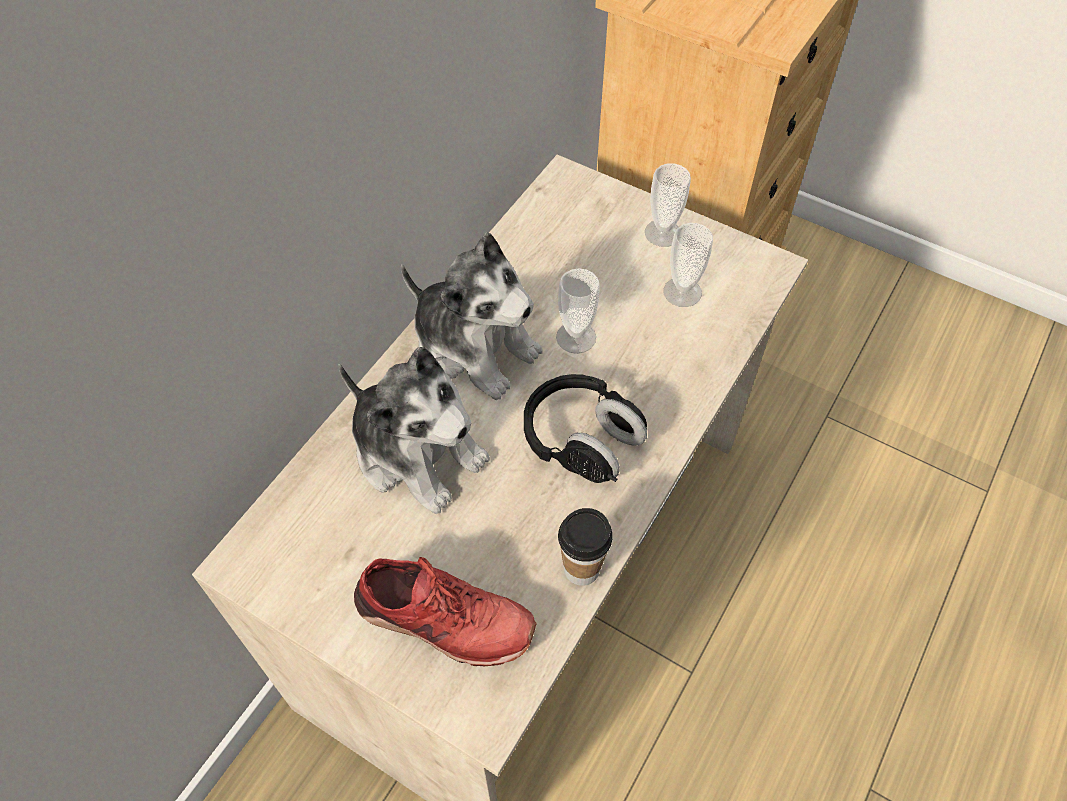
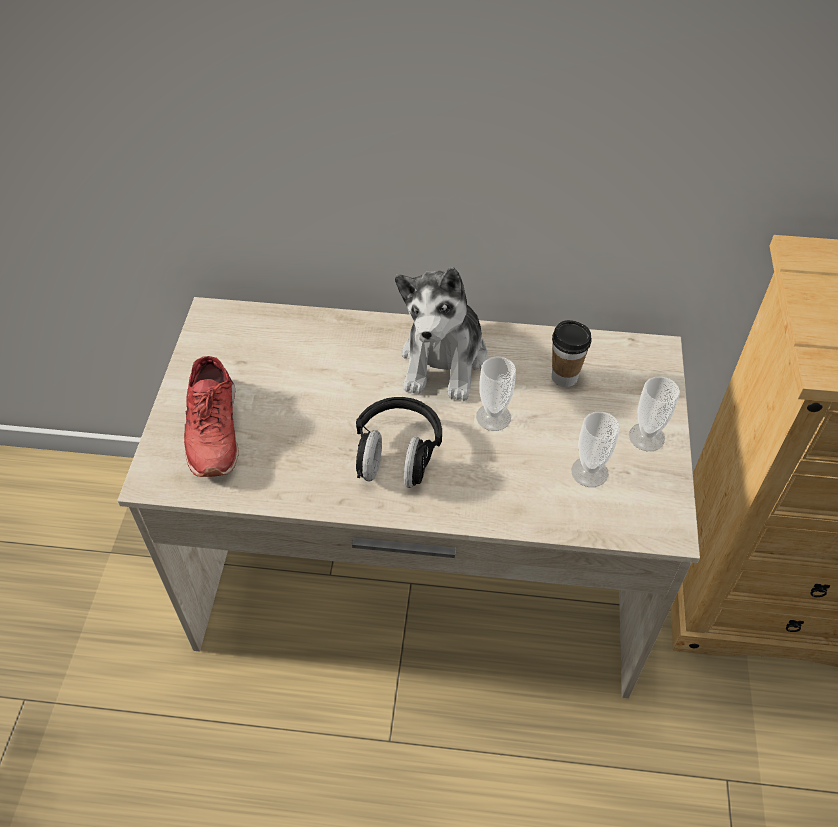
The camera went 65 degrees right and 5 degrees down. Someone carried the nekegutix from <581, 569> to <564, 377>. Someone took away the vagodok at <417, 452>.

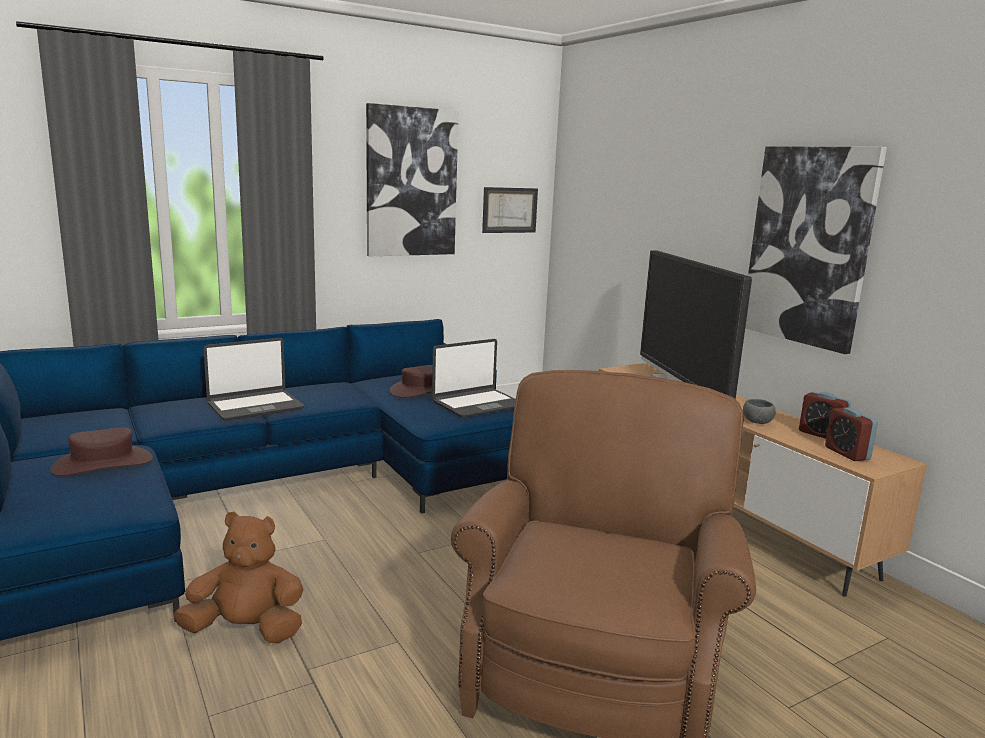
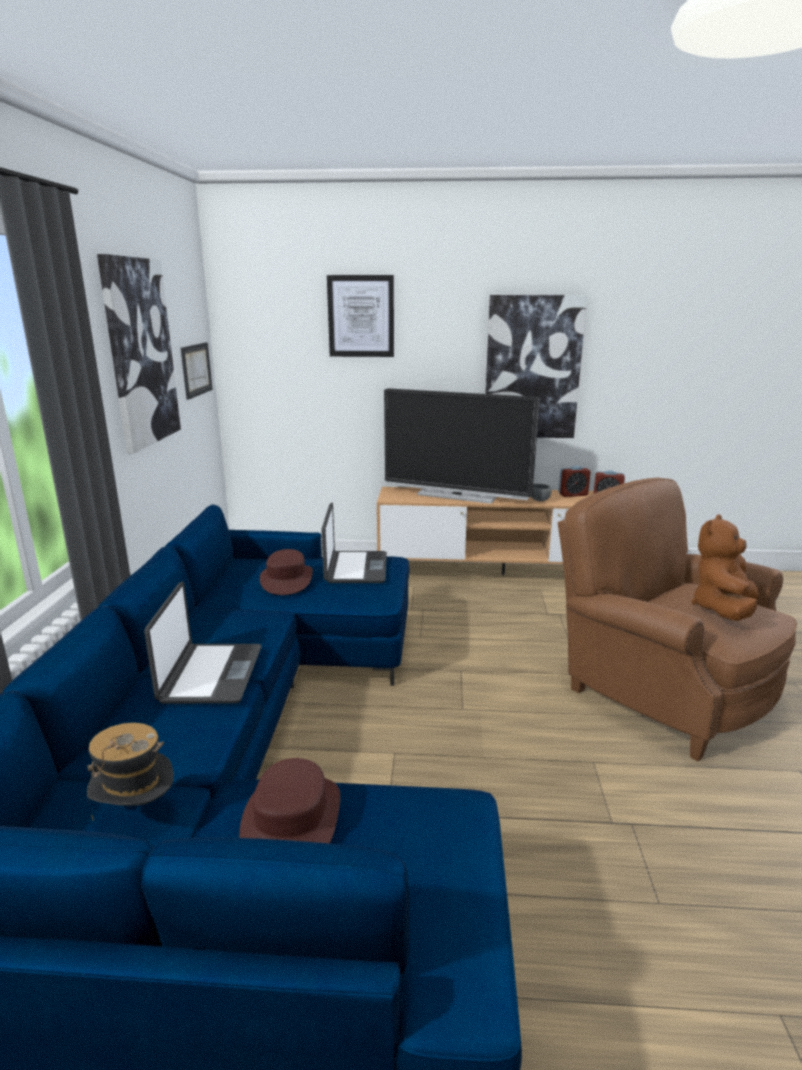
The camera went 55 degrees left and 5 degrees up. Someone put down the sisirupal at <136, 814>. Someone put up the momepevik at <361, 316>. Someone carried the brown_vagodok from <246, 630> to <723, 610>.

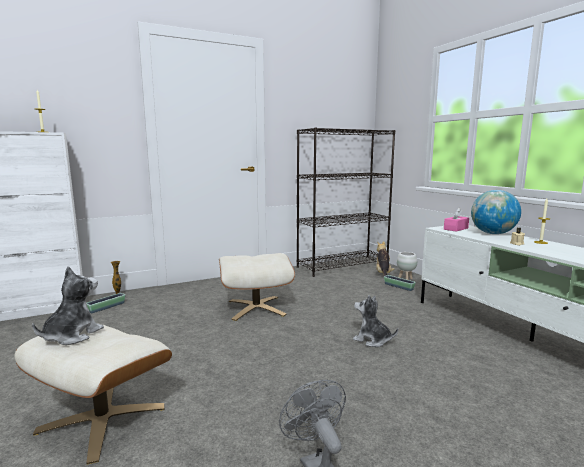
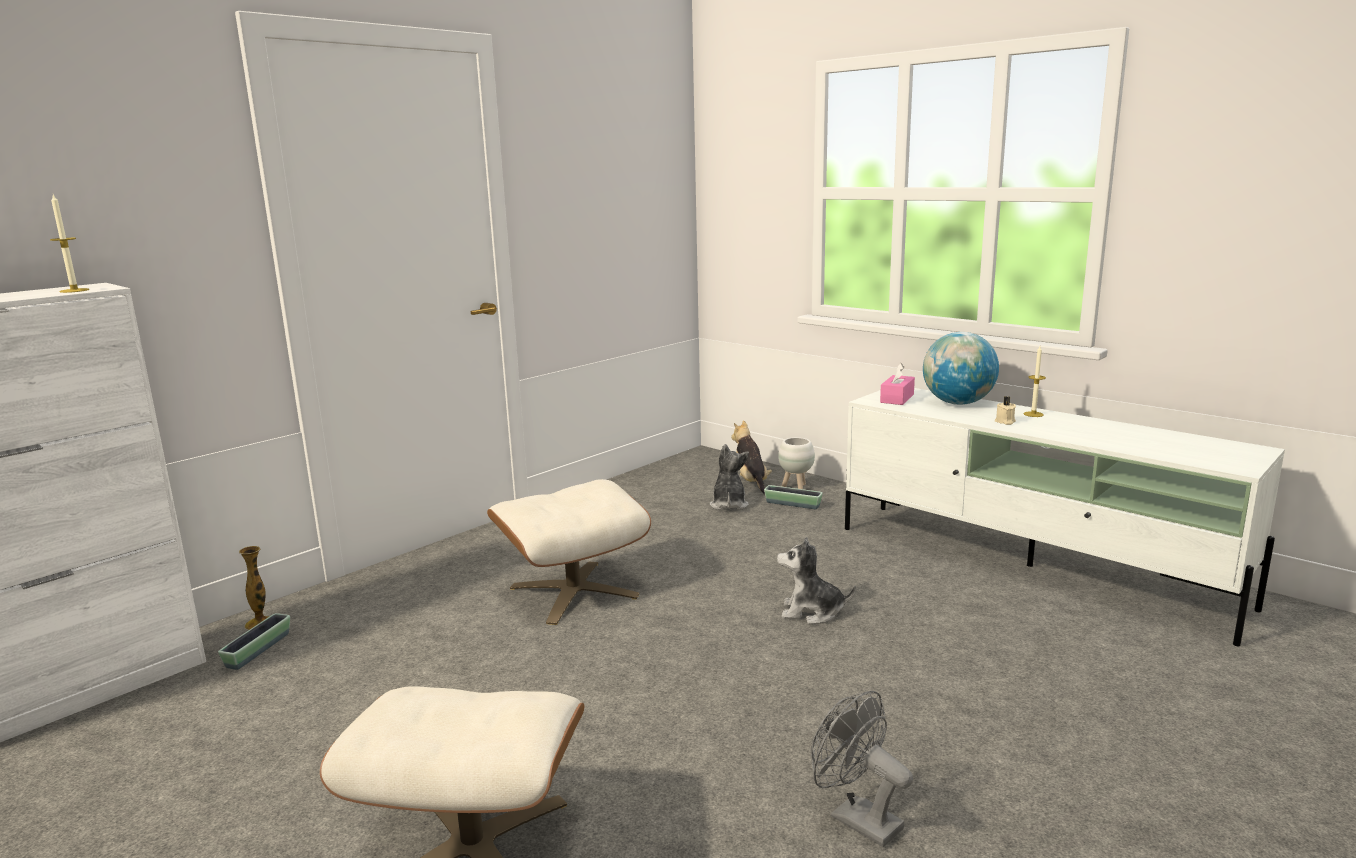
The camera went 20 degrees left and 5 degrees up. Someone carried the vagodok from <72, 335> to <728, 504>. Someone took away the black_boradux at <343, 265>.

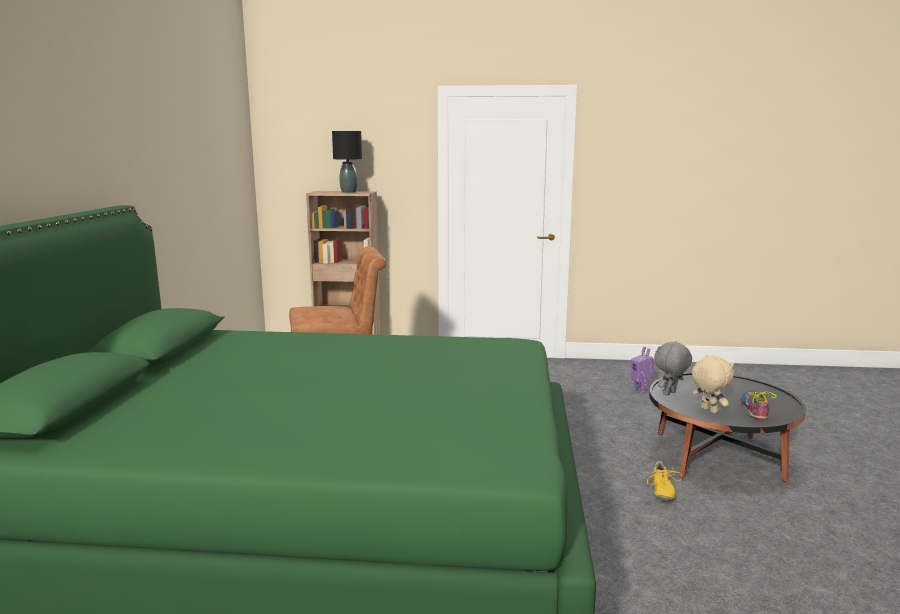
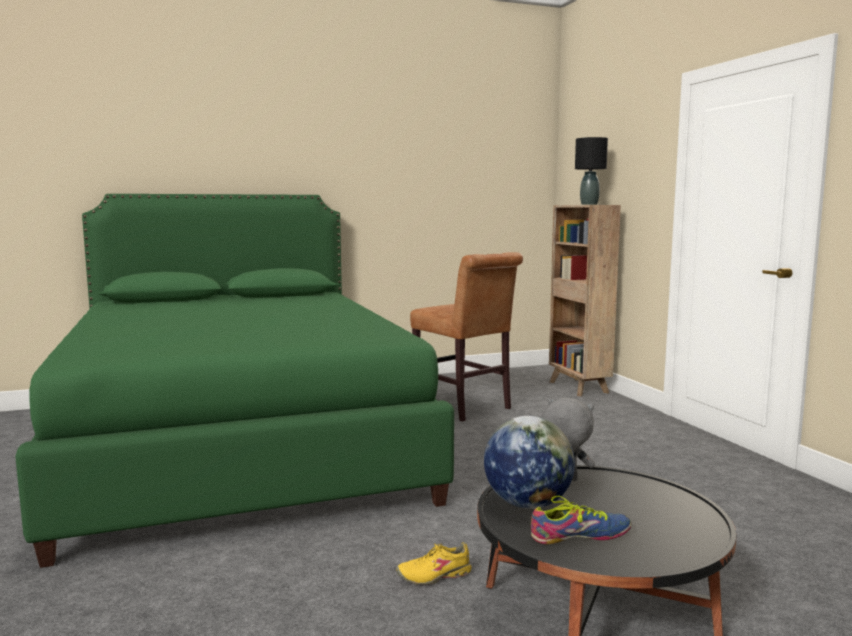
The camera went 65 degrees right and 5 degrees down. Someone swapped the beige_vagodok at <708, 410> for the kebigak at <527, 504>. Someone took away the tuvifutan at <640, 390>.

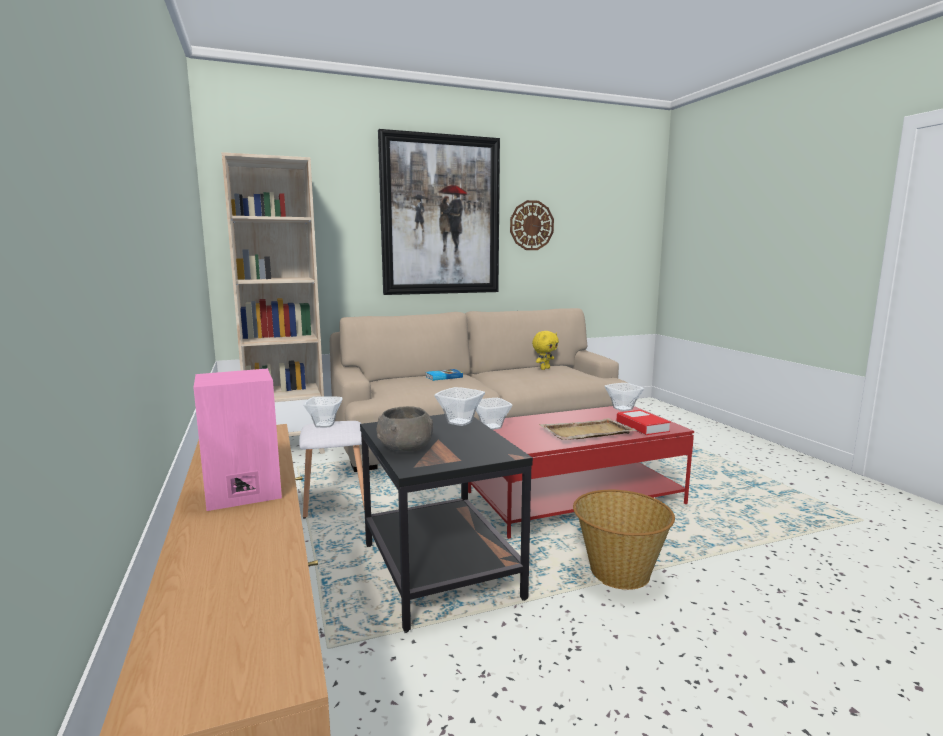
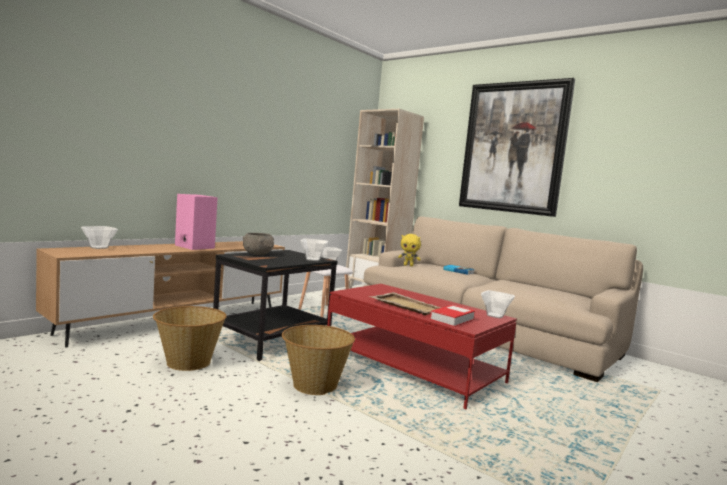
The camera went 60 degrees right and 5 degrees down. Someone carried the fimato from <492, 426> to <99, 247>. Someone put down the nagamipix at <188, 362>. Someone carried the yellow_vagodok from <544, 368> to <408, 265>. Someone took away the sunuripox at <531, 225>.

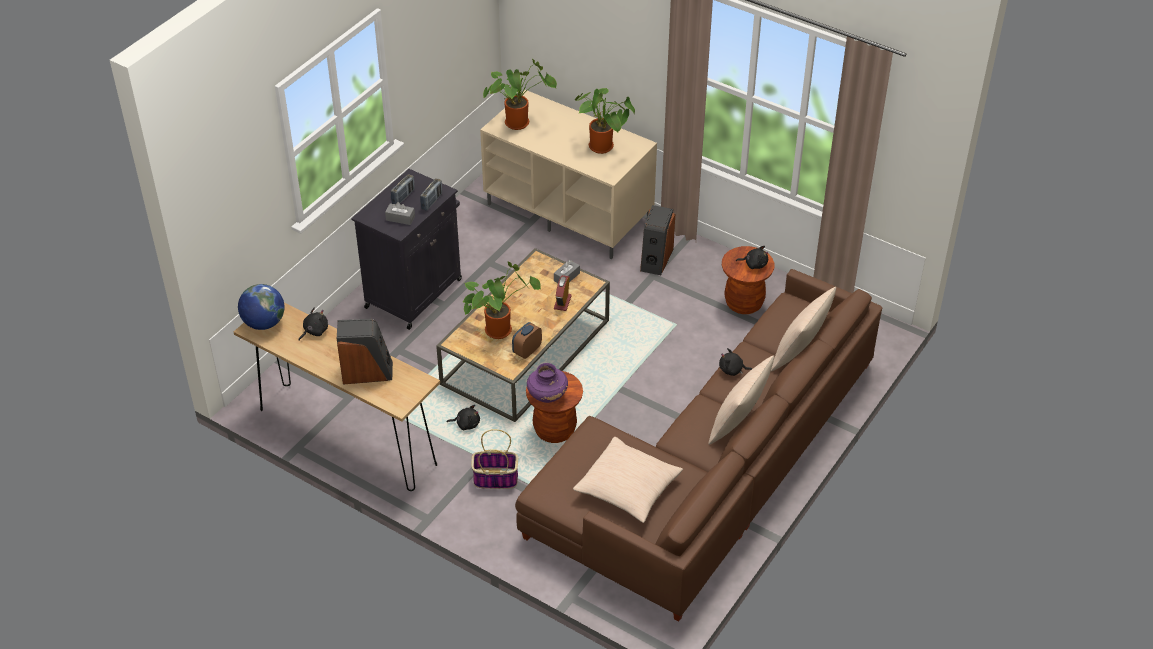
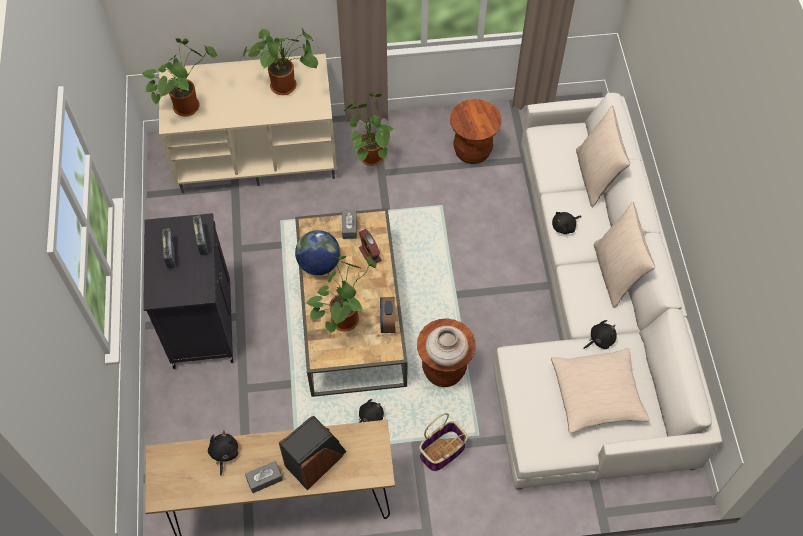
The camera went 40 degrees left and 15 degrees up. Someone carried the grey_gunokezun from <400, 218> to <264, 479>. Someone carried the kebigak from <264, 323> to <319, 264>. Someone swapped the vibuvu at <656, 259> for the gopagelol at <369, 155>. Someone repainted the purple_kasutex at <547, 395>, which became the beige_kasutex at <445, 353>. Someone repainted the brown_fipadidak at <710, 472>, which became the white_fipadidak at <590, 320>. Someone carried the black_vagodok from <754, 264> to <600, 340>.

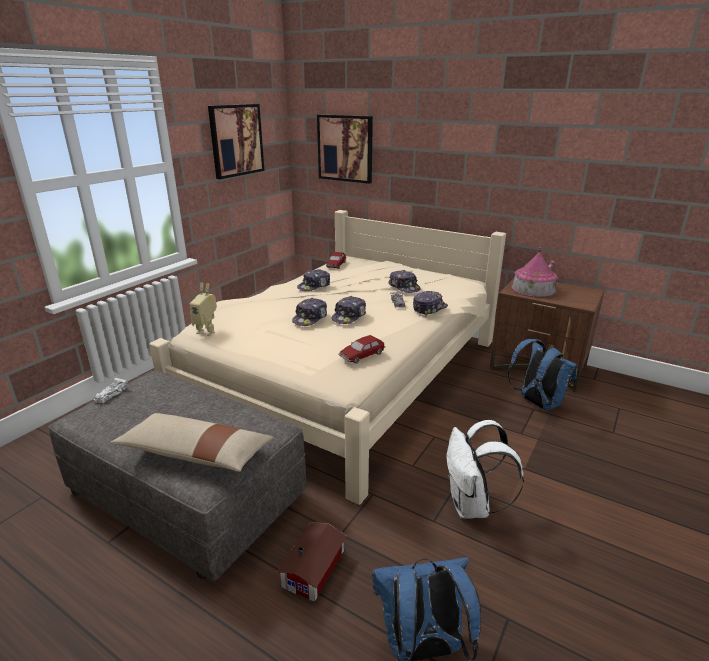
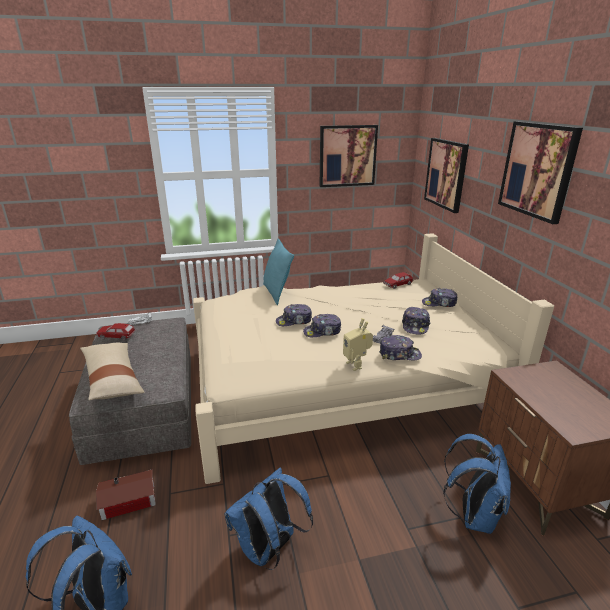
The camera went 45 degrees right and 0 degrees up. Someone carried the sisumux from <361, 355> to <116, 336>. Someone repainted the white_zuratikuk at <472, 506>, which became the blue_zuratikuk at <269, 549>. Someone put down the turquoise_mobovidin at <277, 293>. Someone carried the tuvifutan from <207, 331> to <356, 365>. Someone carried the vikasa from <314, 286> to <439, 303>. Someone put up the momepevik at <537, 170>. Someone took away the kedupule at <533, 289>.

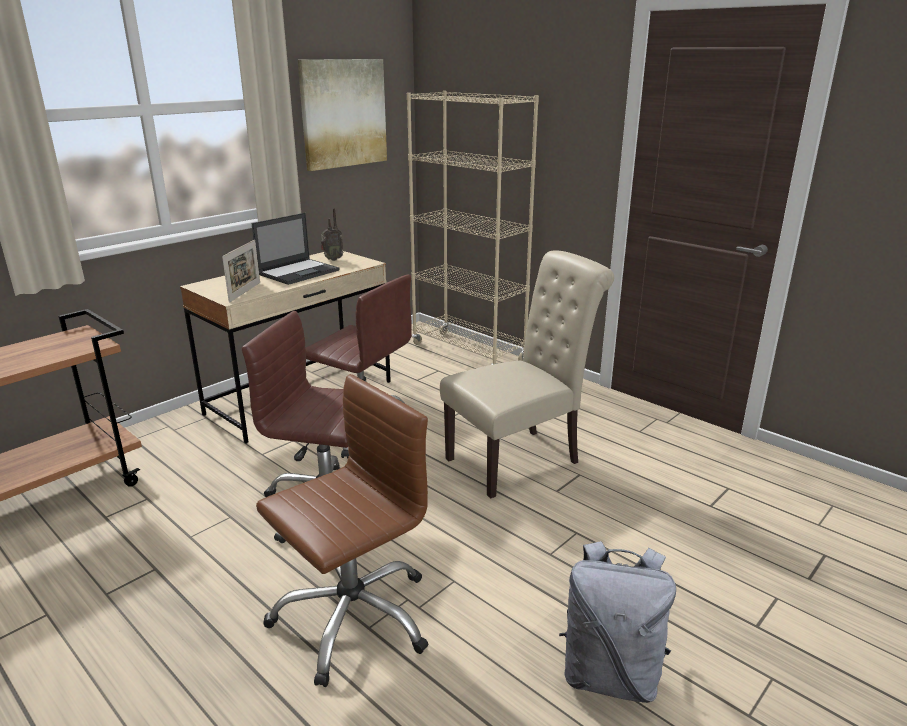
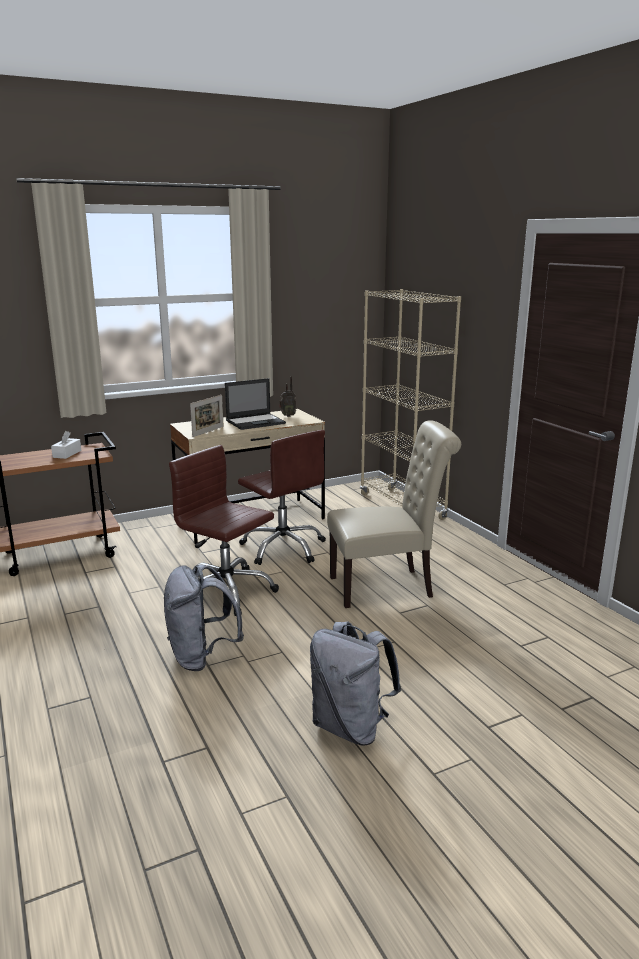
The camera went 20 degrees right and 5 degrees down. Someone put down the white_gunokezun at <67, 454>. Someone swapped the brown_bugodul at <352, 617> for the grey_zuratikuk at <201, 657>. Someone took away the momepevik at <343, 113>.

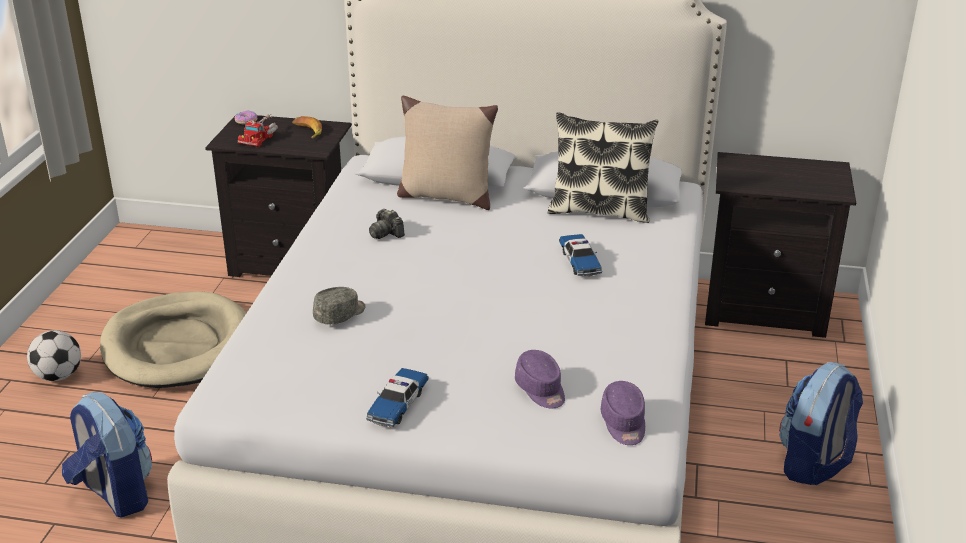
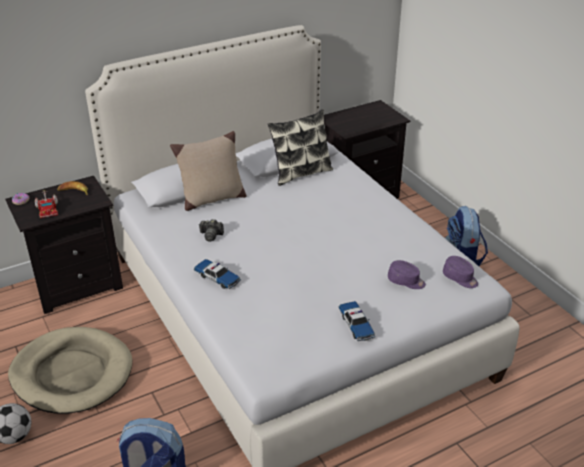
The camera went 40 degrees left and 5 degrees up. Someone carried the sisumux from <579, 261> to <217, 278>. Someone took away the grey_vikasa at <340, 314>.

